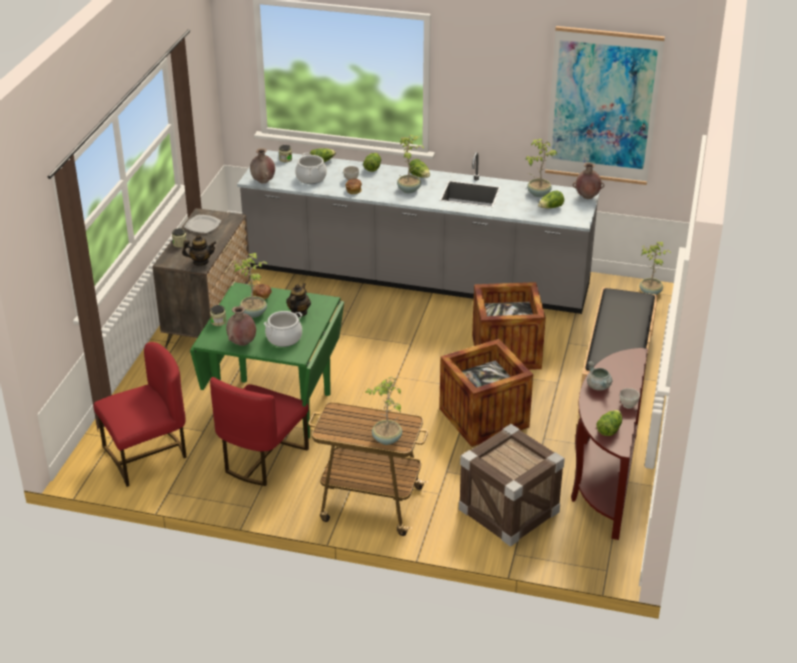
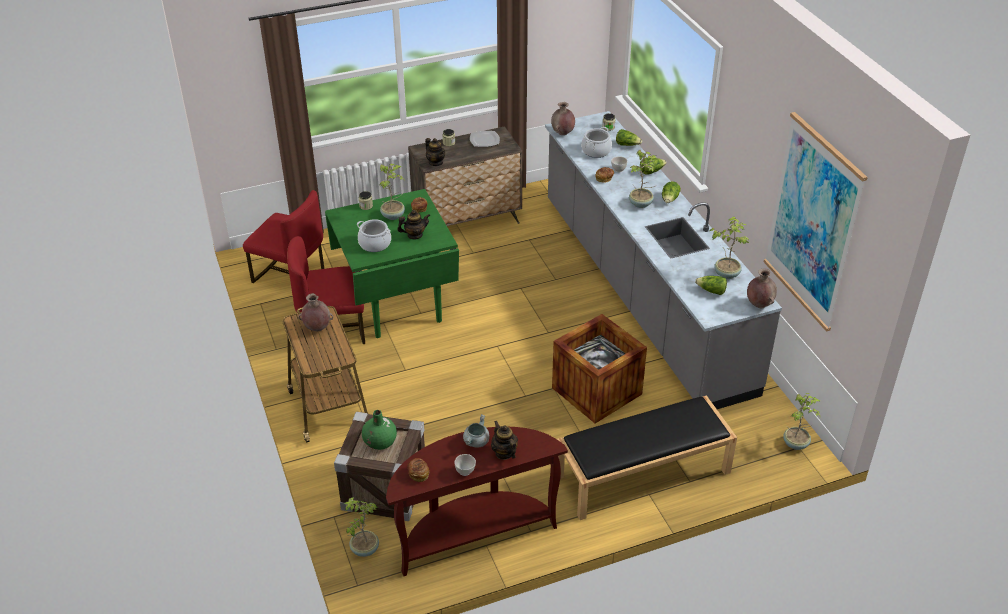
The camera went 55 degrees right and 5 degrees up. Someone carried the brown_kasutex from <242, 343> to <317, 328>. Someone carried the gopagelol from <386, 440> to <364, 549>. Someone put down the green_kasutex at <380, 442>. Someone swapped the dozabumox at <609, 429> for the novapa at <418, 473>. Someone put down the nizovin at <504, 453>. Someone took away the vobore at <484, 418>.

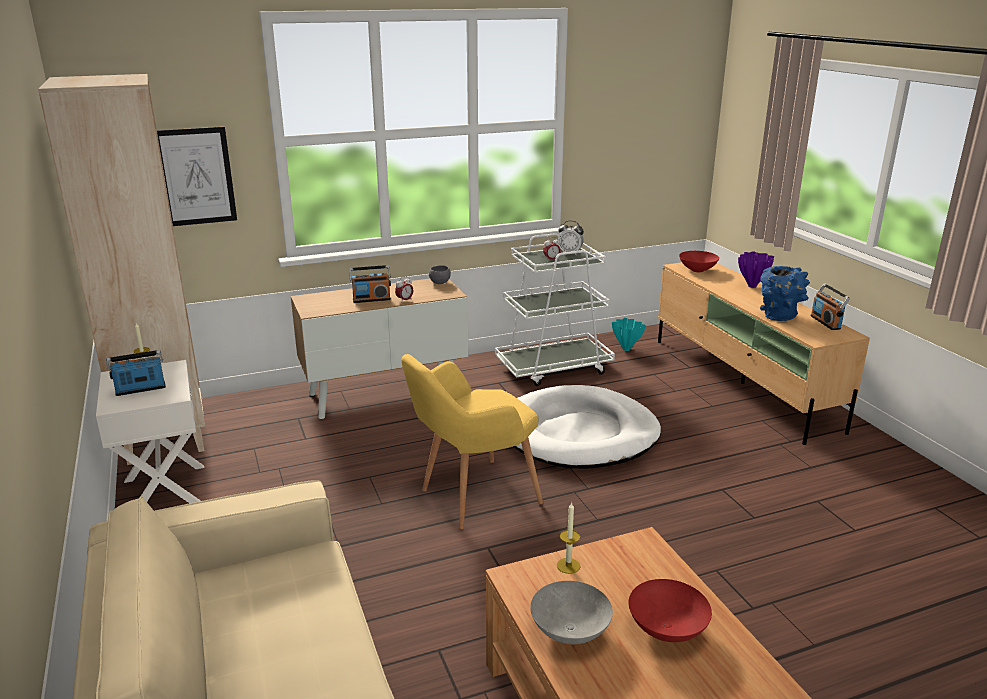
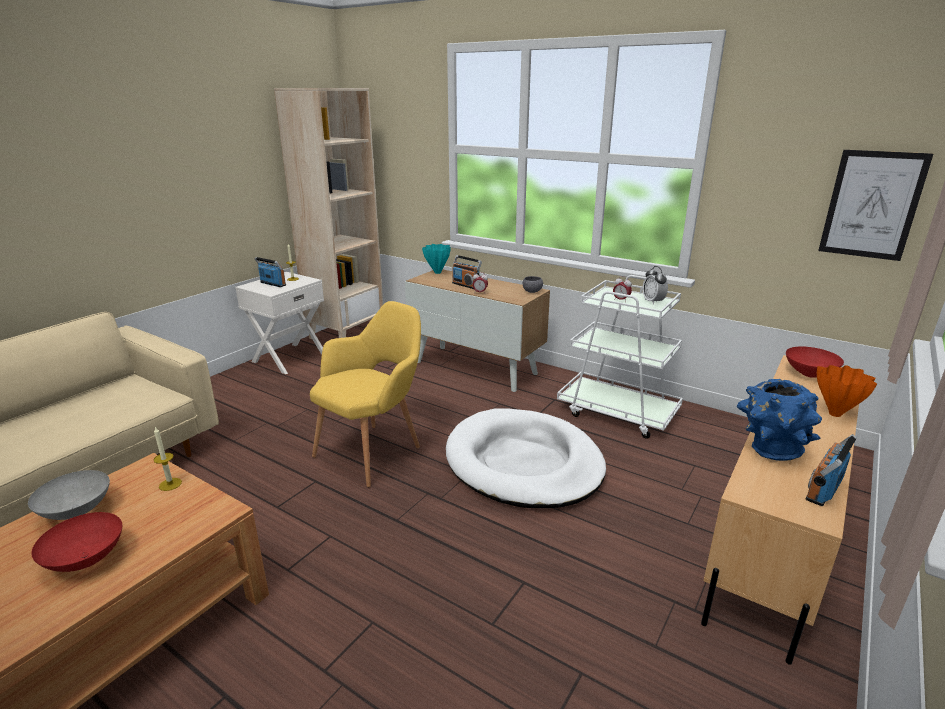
The camera went 55 degrees right and 0 degrees up. Someone rotated the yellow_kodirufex at <472, 497> by 105 degrees clockwise. Someone carried the turquoise_kasutex from <625, 349> to <437, 272>. Someone repainted the purple_kasutex at <752, 286>, which became the orange_kasutex at <836, 414>. Someone carried the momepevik from <196, 176> to <872, 205>.

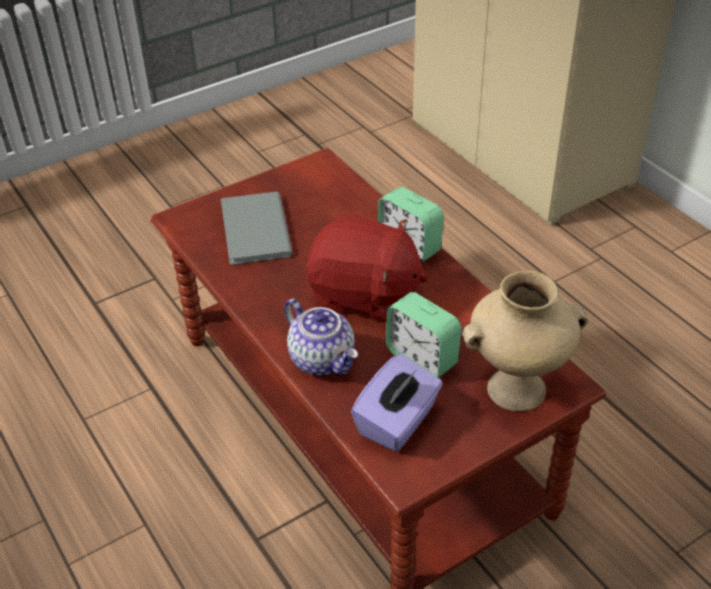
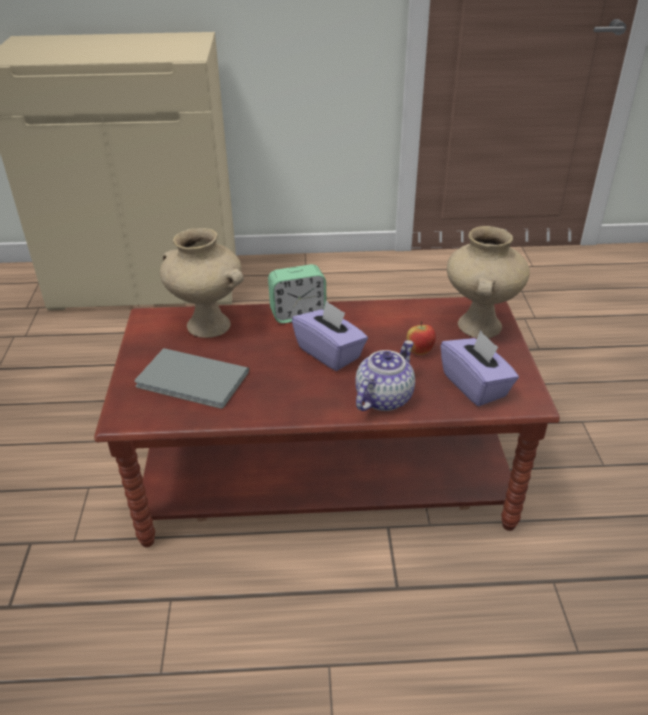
The camera went 60 degrees left and 5 degrees down. Someone put down the beige_kasutex at <207, 325>. Someone swapped the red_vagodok at <364, 295> for the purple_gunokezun at <330, 353>. Someone rotated the nizovin at <323, 359> by 45 degrees counterclockwise. Someone swapped the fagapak at <422, 358> for the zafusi at <419, 351>.

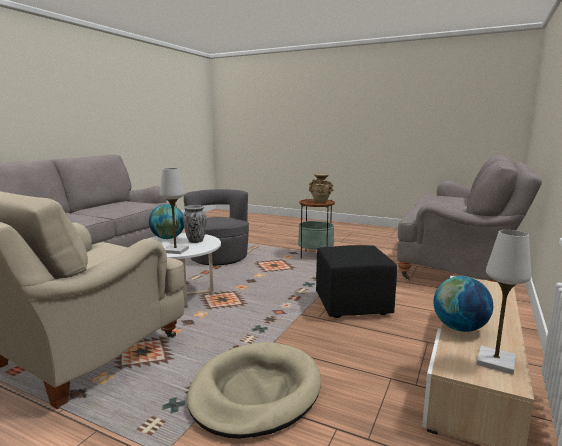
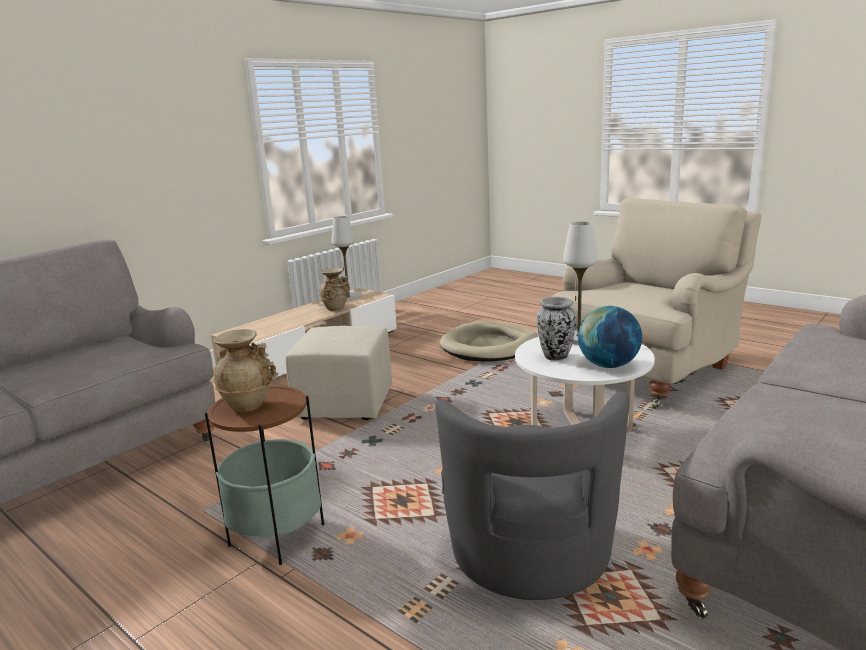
The camera went 165 degrees left and 5 degrees up. Someone repainted the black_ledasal at <353, 305>, which became the beige_ledasal at <345, 404>. Someone swapped the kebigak at <459, 328> for the beige_kasutex at <336, 308>.

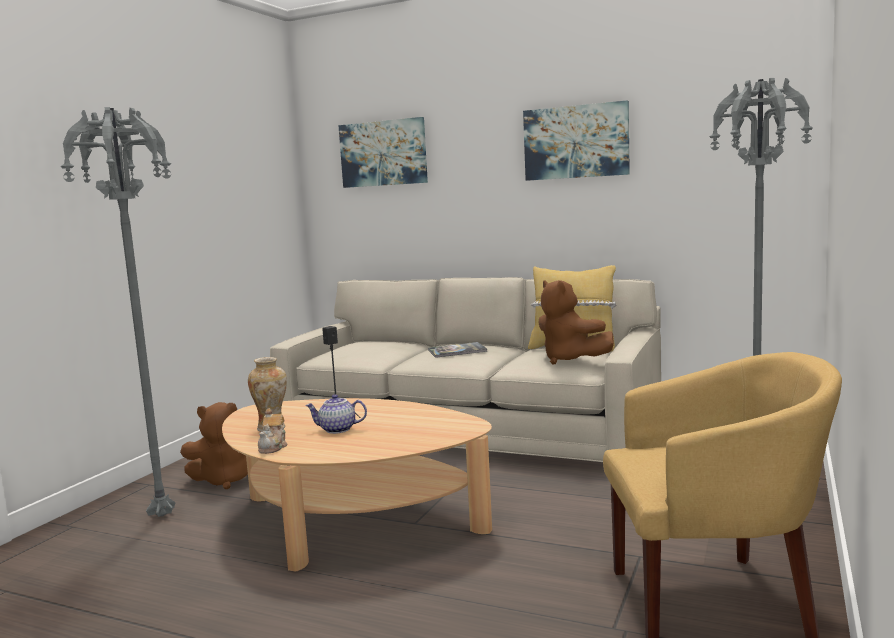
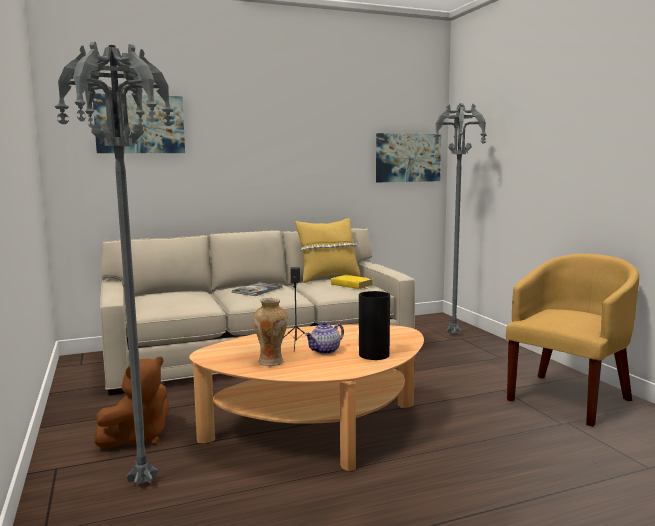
The camera went 45 degrees left and 0 degrees up. Someone swapped the brown_vagodok at <570, 360> for the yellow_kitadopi at <352, 285>. Someone put down the kasutex at <373, 354>. Someone carried the momepevik from <576, 142> to <407, 158>. Someone took away the nizovin at <273, 447>.

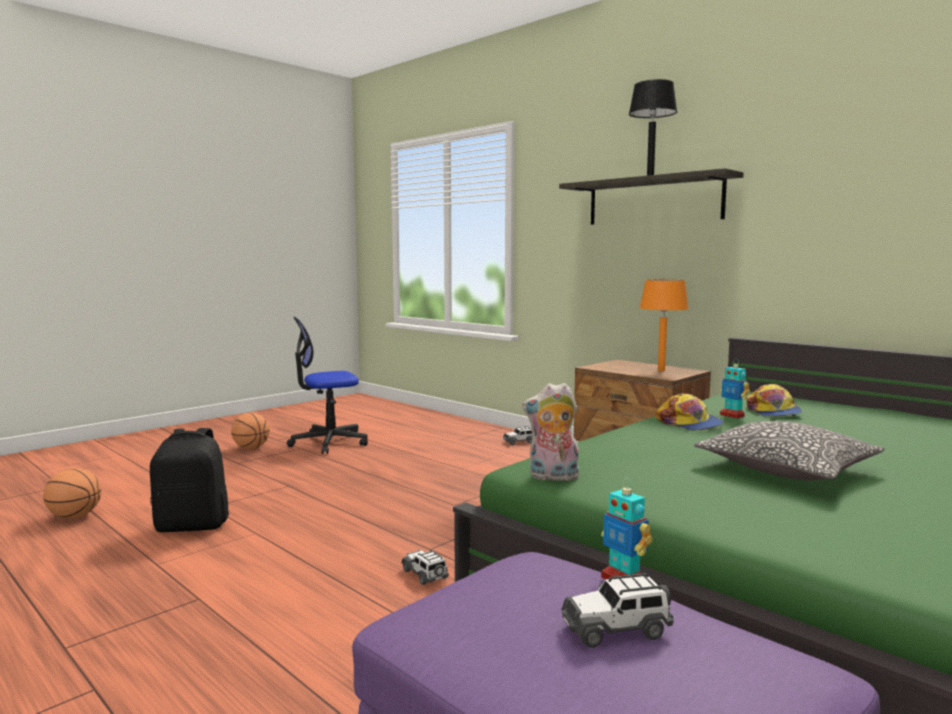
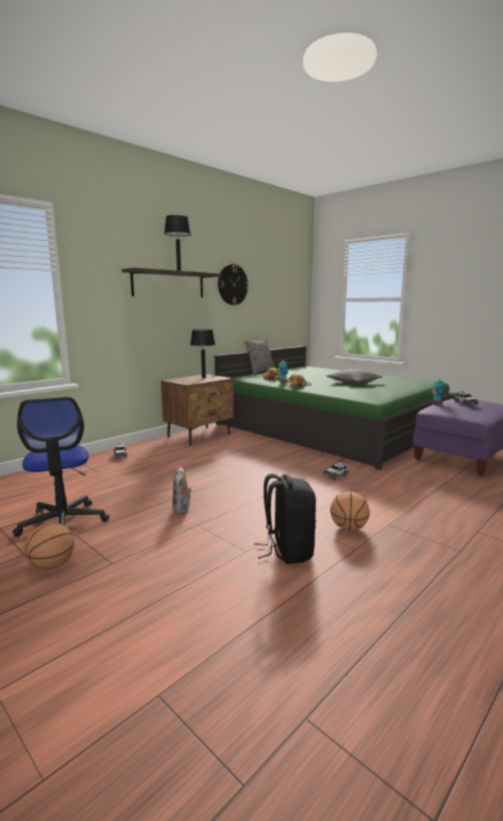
The camera went 90 degrees left and 5 degrees up. Someone carried the vagodok from <552, 477> to <182, 509>. Someone repainted the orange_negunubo at <661, 370>, which became the black_negunubo at <203, 377>. Someone put up the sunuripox at <232, 284>. Someone put down the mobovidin at <260, 371>. Someone carried the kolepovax from <75, 517> to <348, 528>.

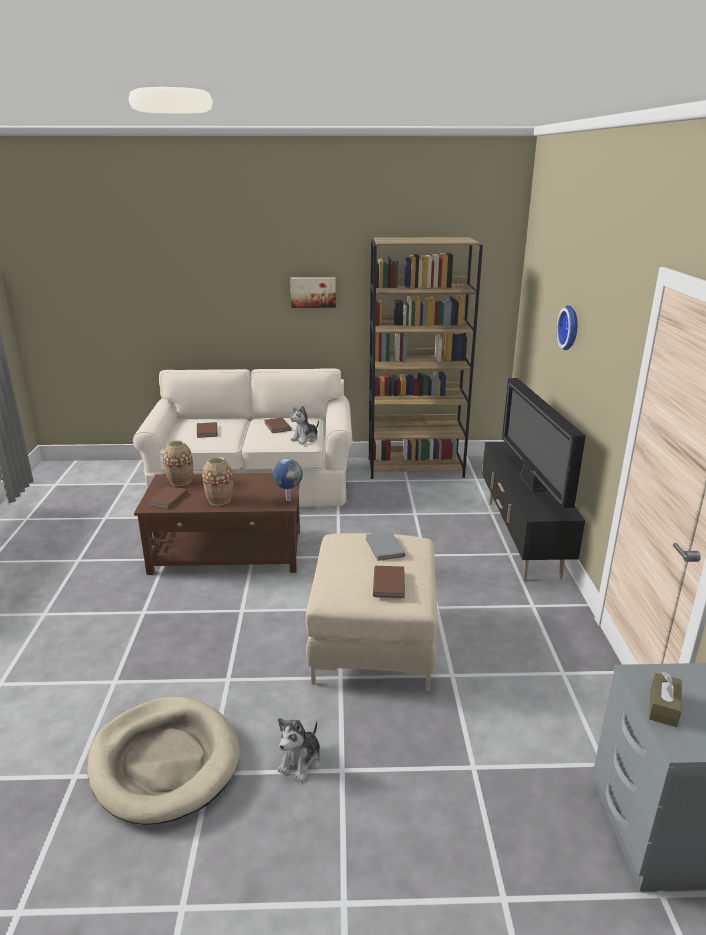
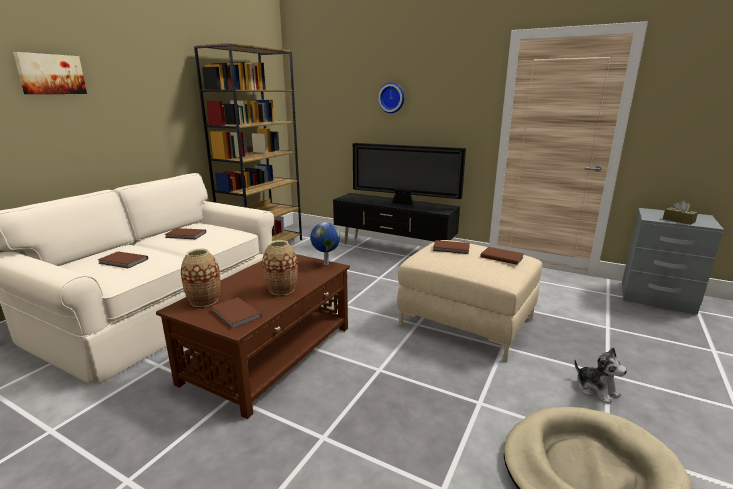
The camera went 60 degrees left and 5 degrees down. Someone carried the momepevik from <313, 292> to <51, 74>. Someone repainted the grey_kitadopi at <383, 548>, which became the brown_kitadopi at <451, 249>. Someone took away the vagodok at <305, 439>.

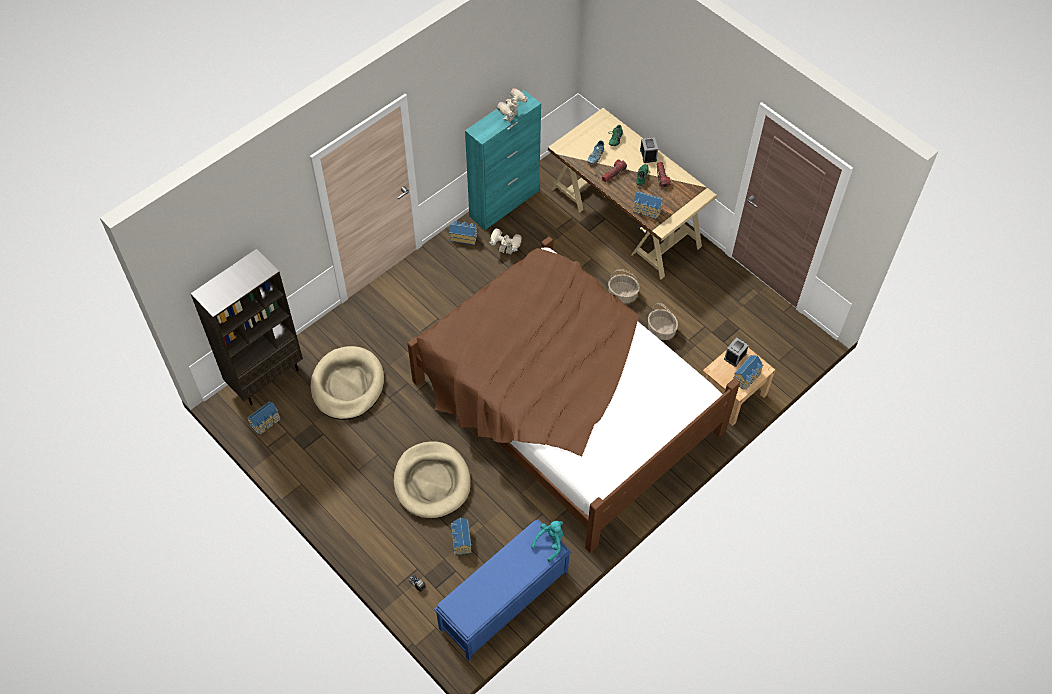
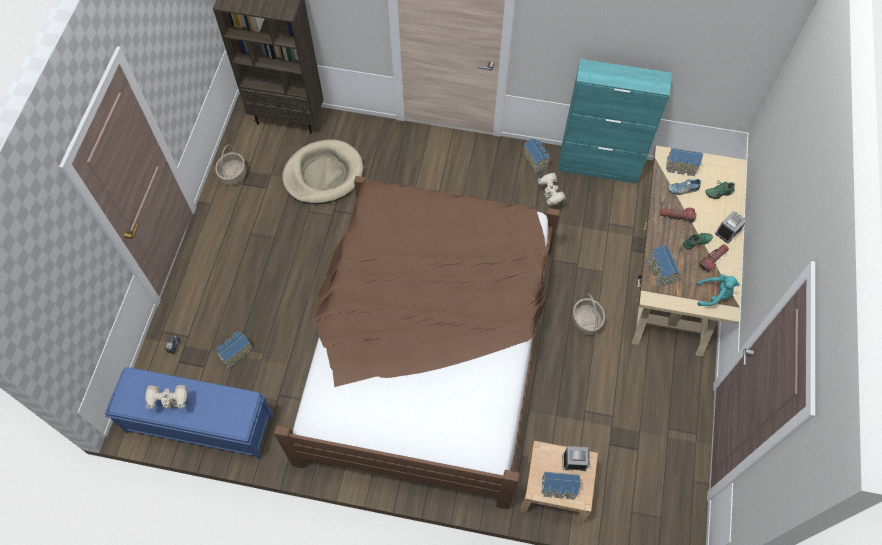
The camera went 55 degrees right and 5 degrees up. Someone carried the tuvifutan from <512, 117> to <173, 404>. Someone carried the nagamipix from <661, 330> to <233, 175>. Someone carried the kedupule from <266, 422> to <681, 167>. Someone carried the turquoise_vagodok from <550, 542> to <714, 295>. Someone took away the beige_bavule at <432, 482>.

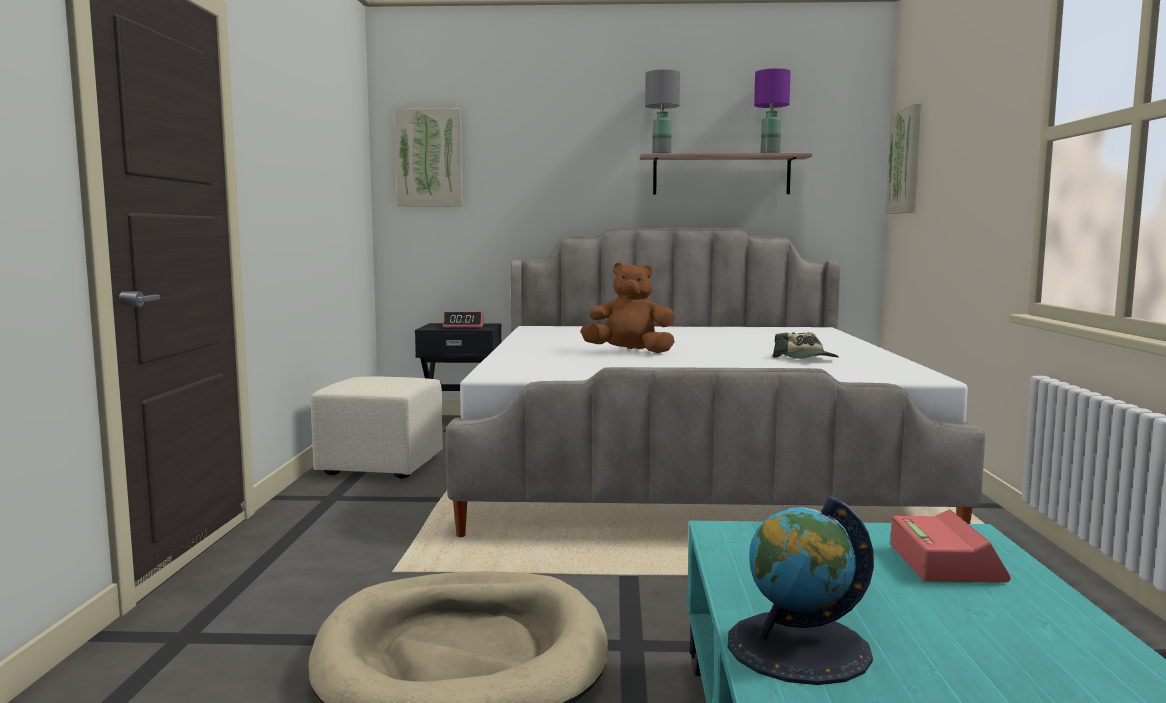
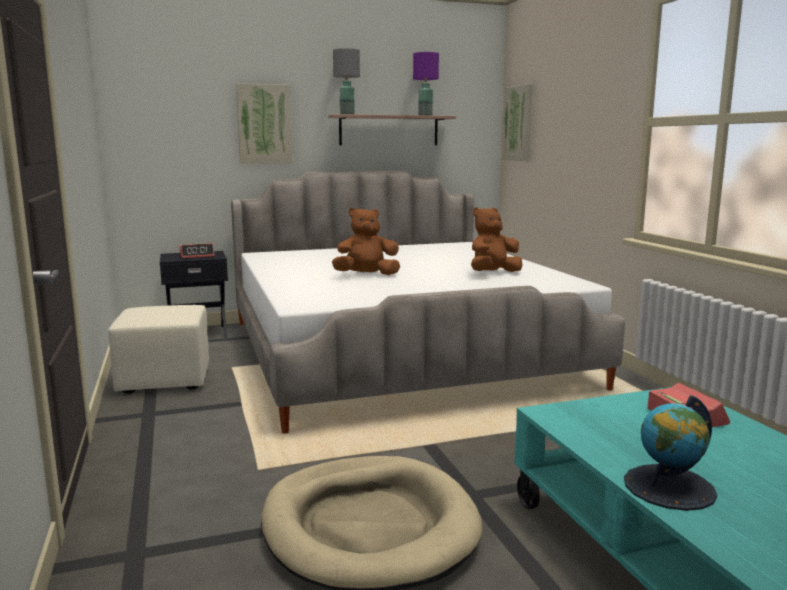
The camera went 20 degrees left and 5 degrees up. Someone carried the momepevik from <429, 158> to <264, 124>. Someone swapped the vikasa at <806, 359> for the brown_vagodok at <493, 273>.

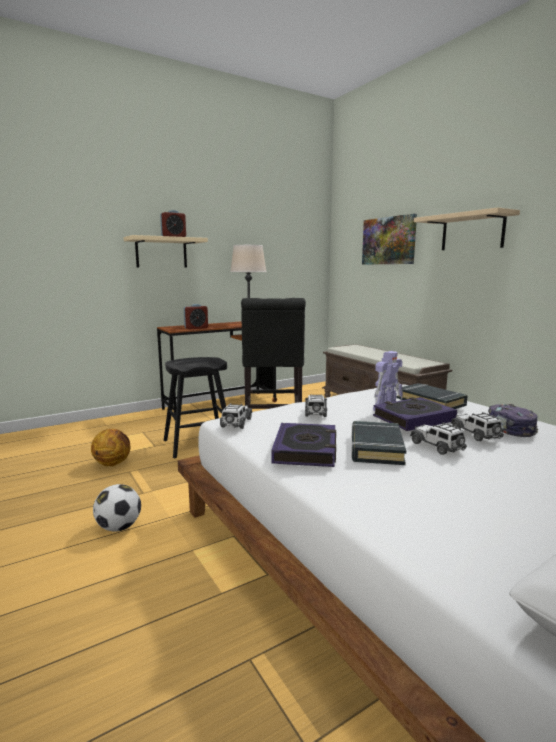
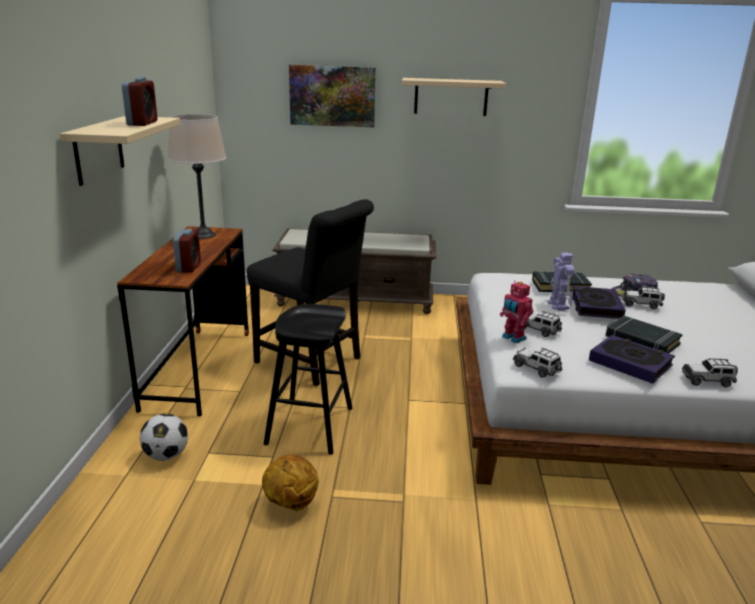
The camera went 55 degrees left and 10 degrees up. Someone carried the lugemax from <119, 527> to <166, 455>. Someone put down the tuvifutan at <513, 338>. Someone carried the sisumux from <437, 447> to <707, 380>.

